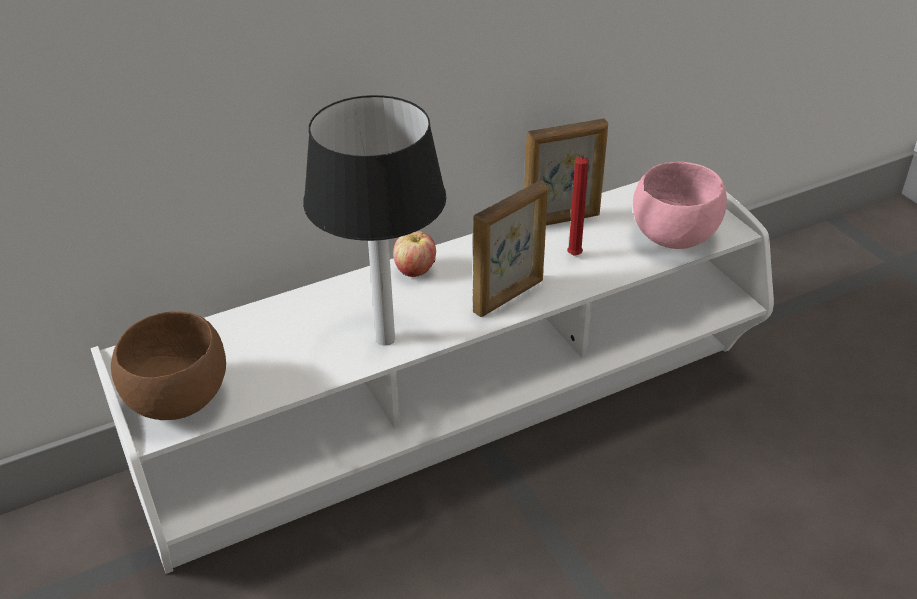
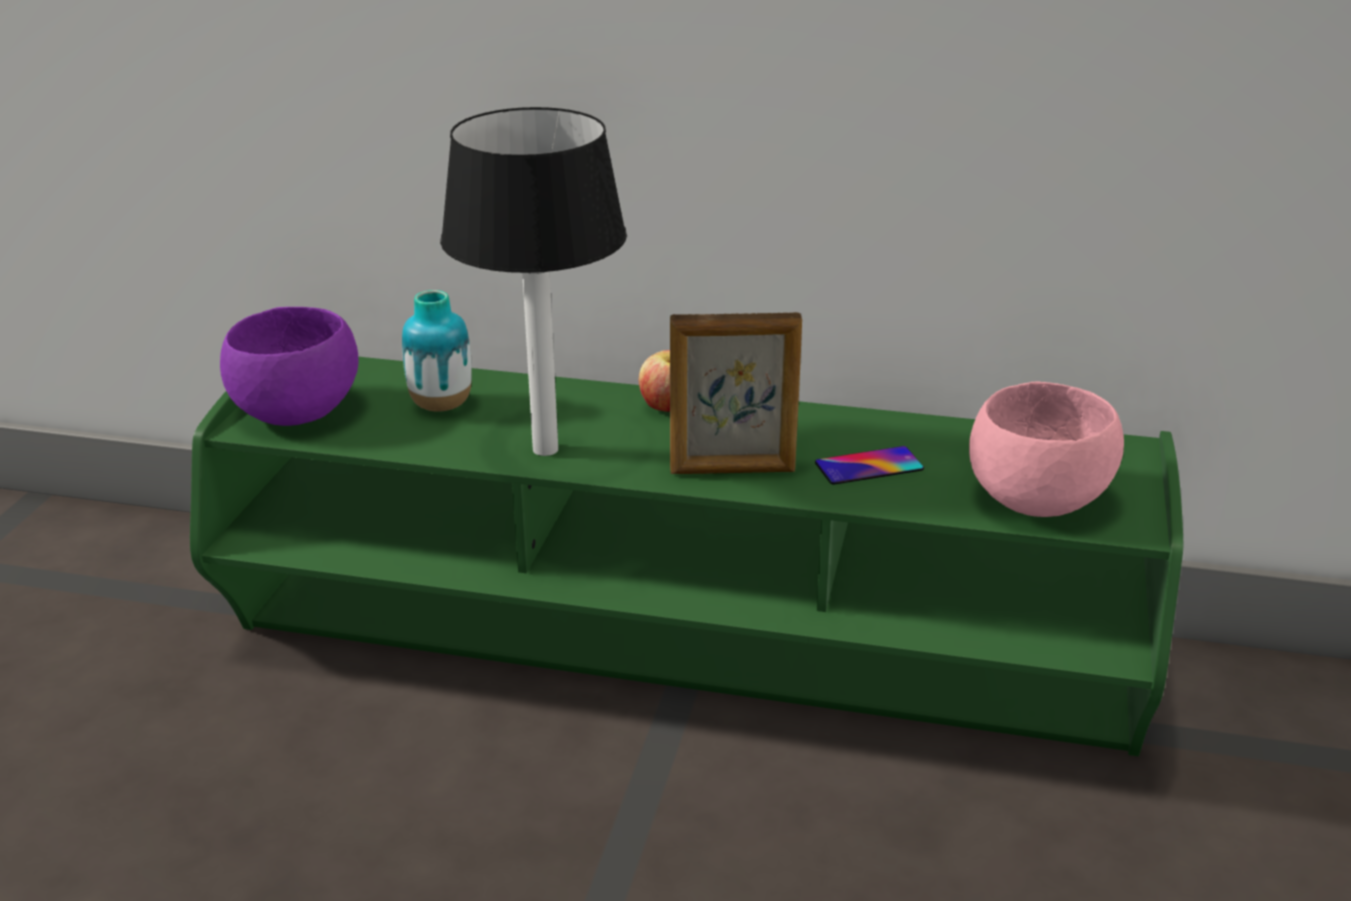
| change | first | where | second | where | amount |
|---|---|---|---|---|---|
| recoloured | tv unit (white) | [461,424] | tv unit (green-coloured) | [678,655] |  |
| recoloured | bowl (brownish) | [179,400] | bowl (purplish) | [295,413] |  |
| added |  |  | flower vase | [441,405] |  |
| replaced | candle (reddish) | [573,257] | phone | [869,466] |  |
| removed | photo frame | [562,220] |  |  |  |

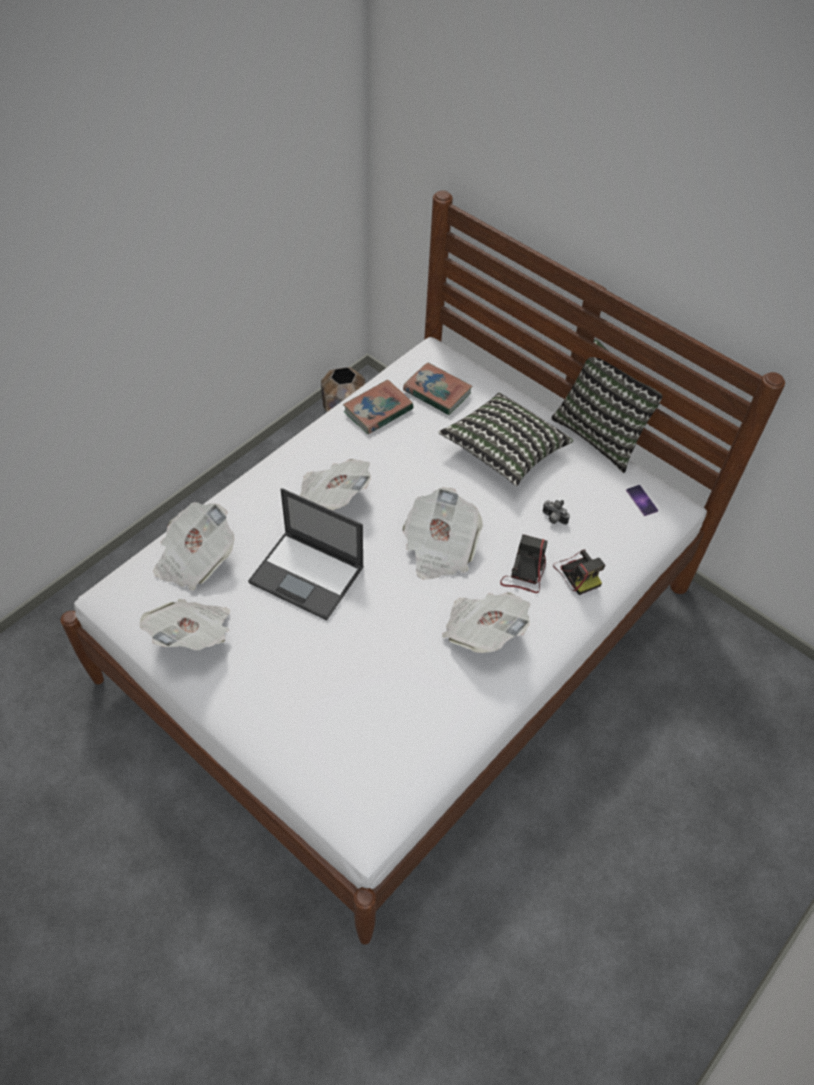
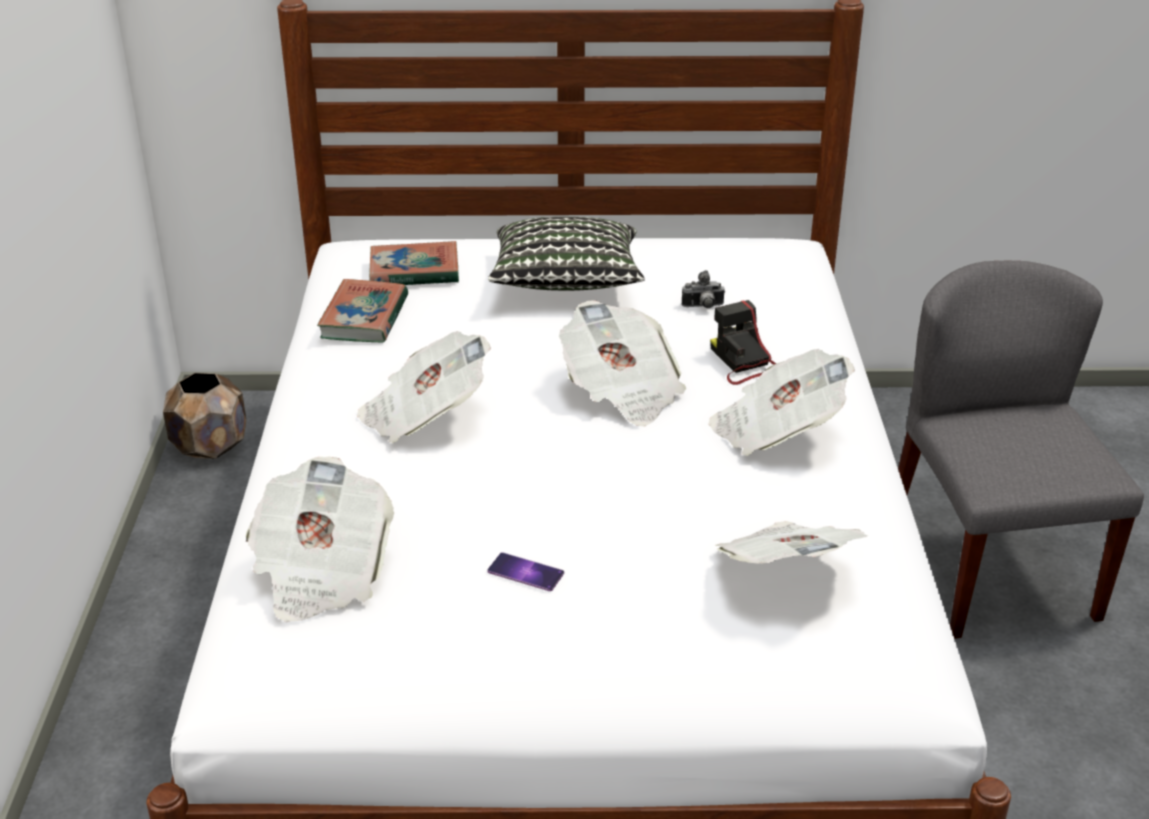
| change | first | where | second | where | amount |
|---|---|---|---|---|---|
| moved | phone | [641,500] |  | [525,572] |  |
| moved | daily paper | [193,635] |  | [785,572] |  |
| added |  |  | plain chair (grey) | [988,568] |  |
| removed | notebook computer | [308,575] |  |  |  |
| removed | pillow | [601,434] |  |  |  |
| removed | photo camera | [577,573] |  |  |  |

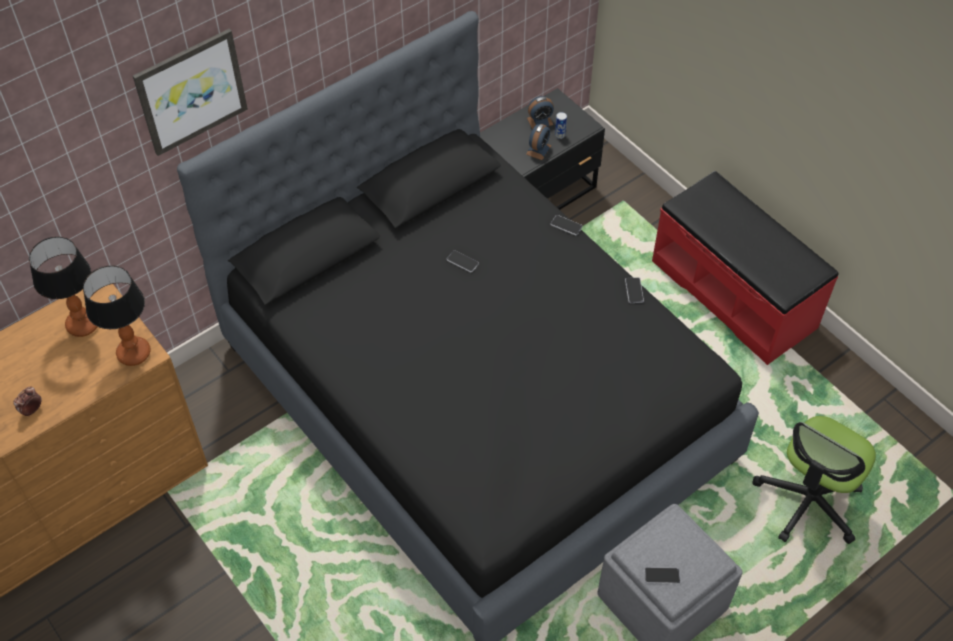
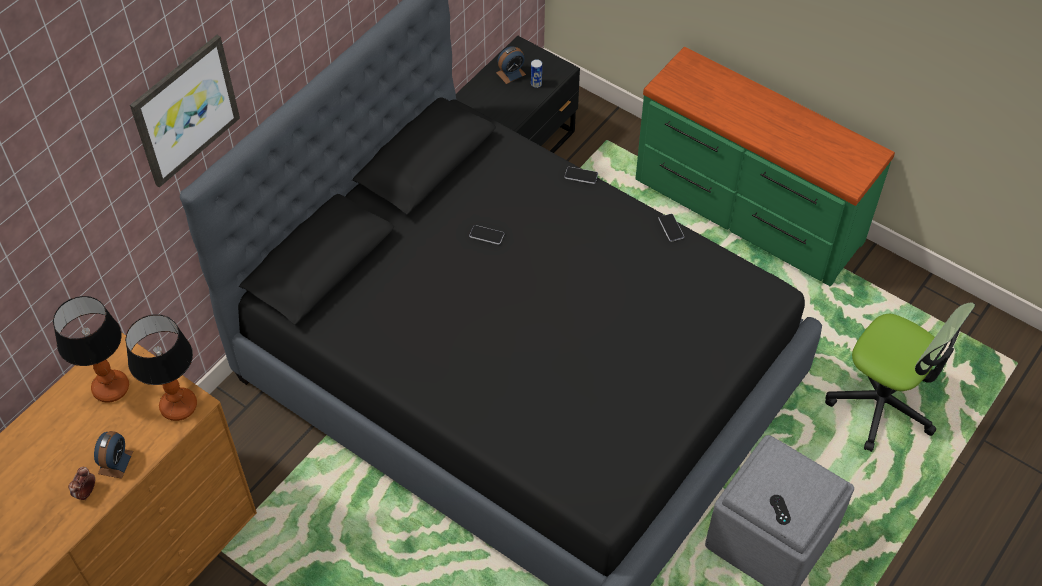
| change | first | where | second | where | amount |
|---|---|---|---|---|---|
| moved | alarm clock | [538,150] |  | [115,462] |  |
| replaced | long seat (reddish) | [734,293] | drawer chest (green-coloured) | [746,212] |  |
| replaced | phone | [662,576] | joypad (black-coloured) | [780,509] |  |
| turned | computer chair | [808,501] |  | [882,404] | 75 degrees counterclockwise |

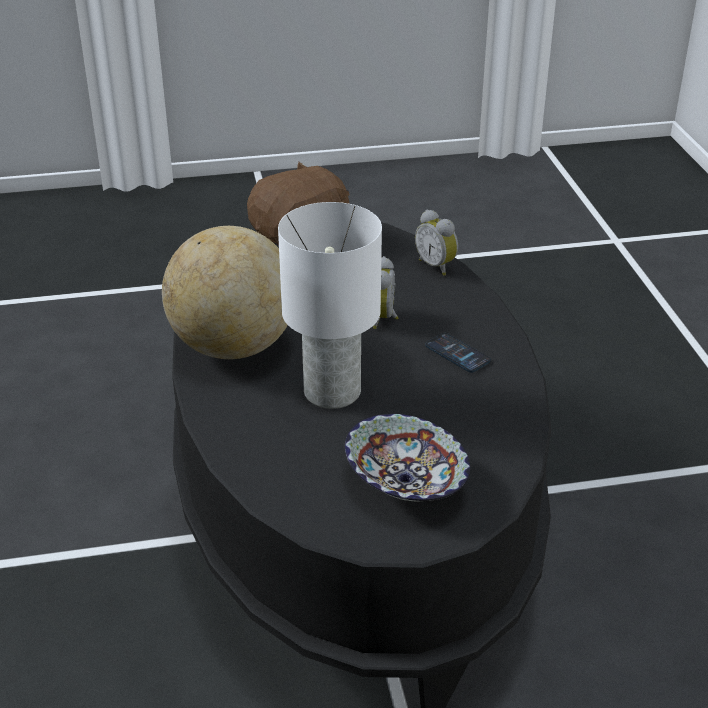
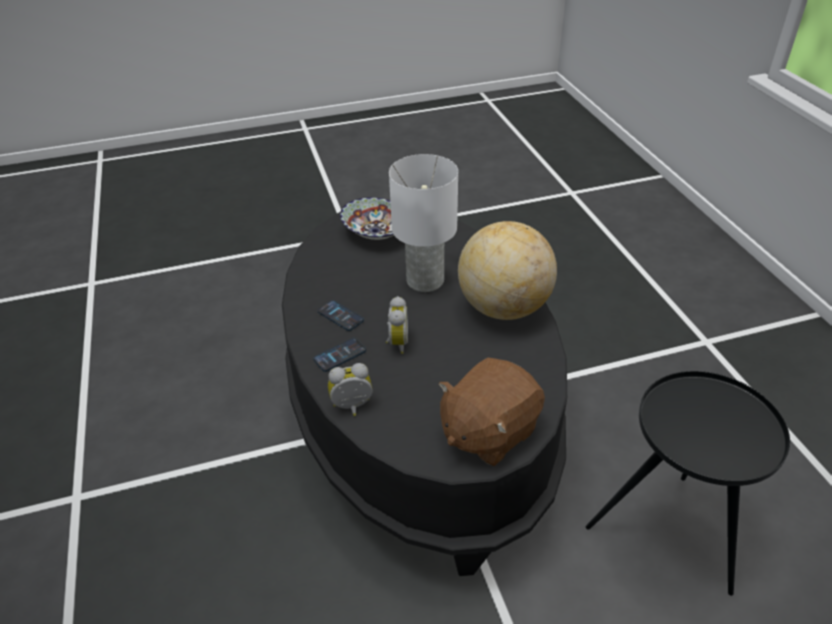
| change | first | where | second | where | amount |
|---|---|---|---|---|---|
| added |  |  | phone | [340,355] |  |
| turned | alarm clock | [437,265] |  | [352,407] | 60 degrees counterclockwise |
| added |  |  | end table (black-coloured) | [668,537] |  |

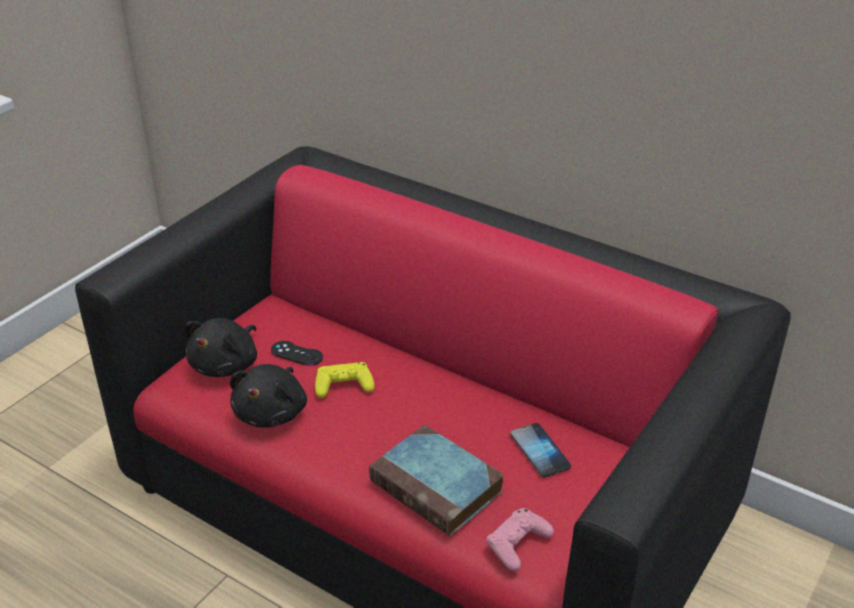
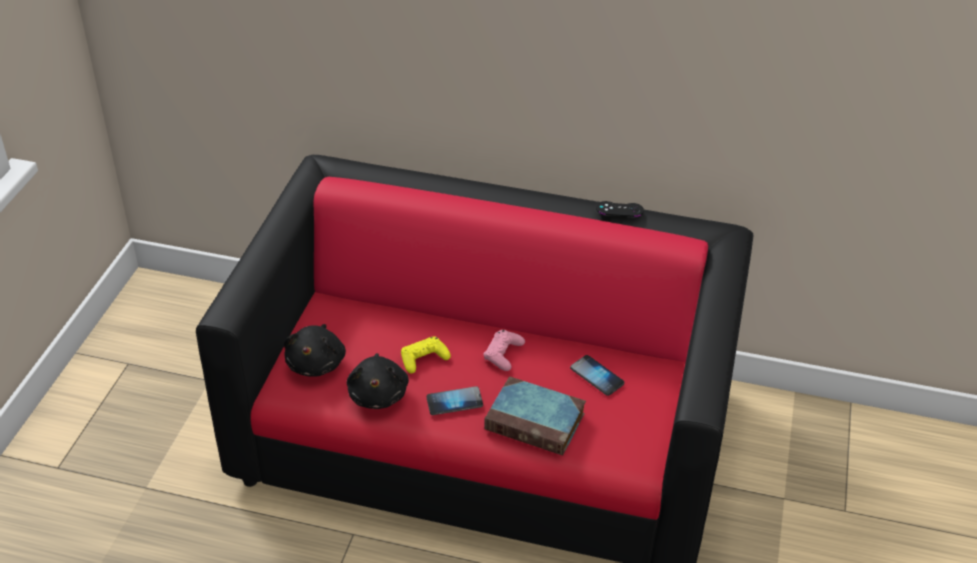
| change | first | where | second | where | amount |
|---|---|---|---|---|---|
| added |  |  | phone | [454,402] |  |
| moved | joypad (pink-coloured) | [518,544] |  | [503,354] |  |
| moved | joypad (black-coloured) | [296,353] |  | [619,209] |  |

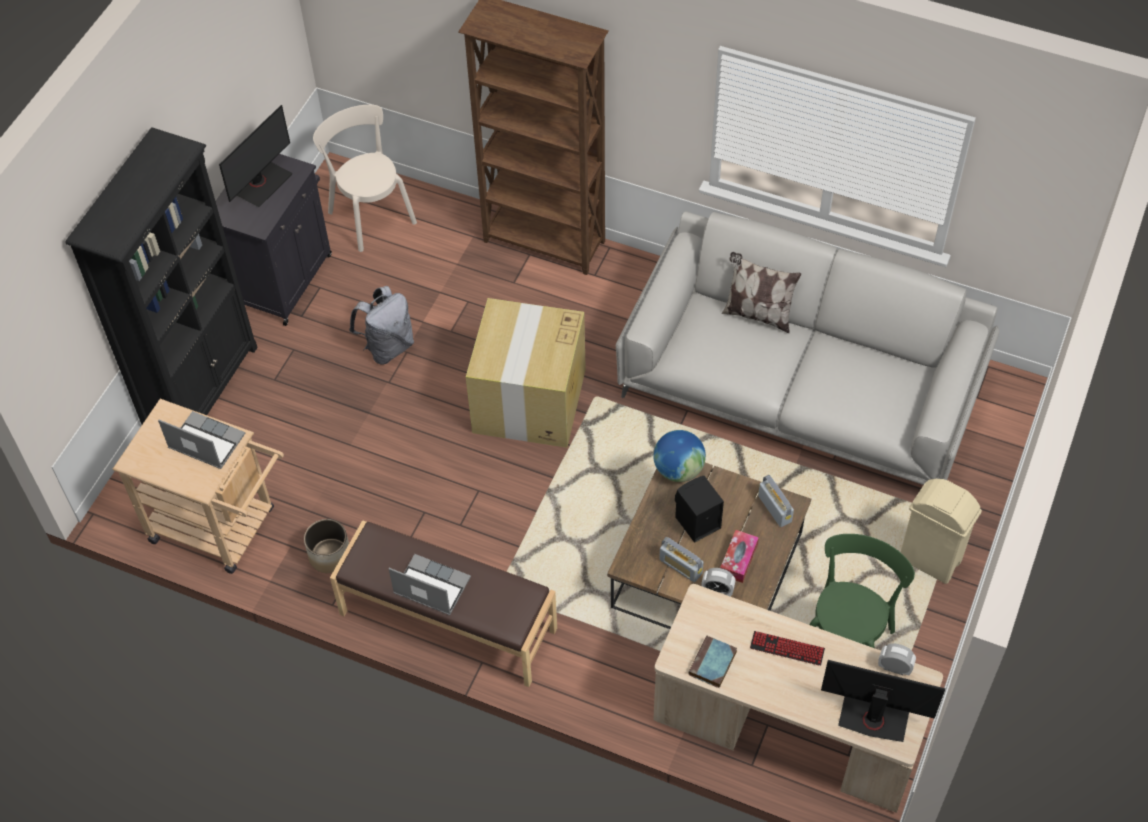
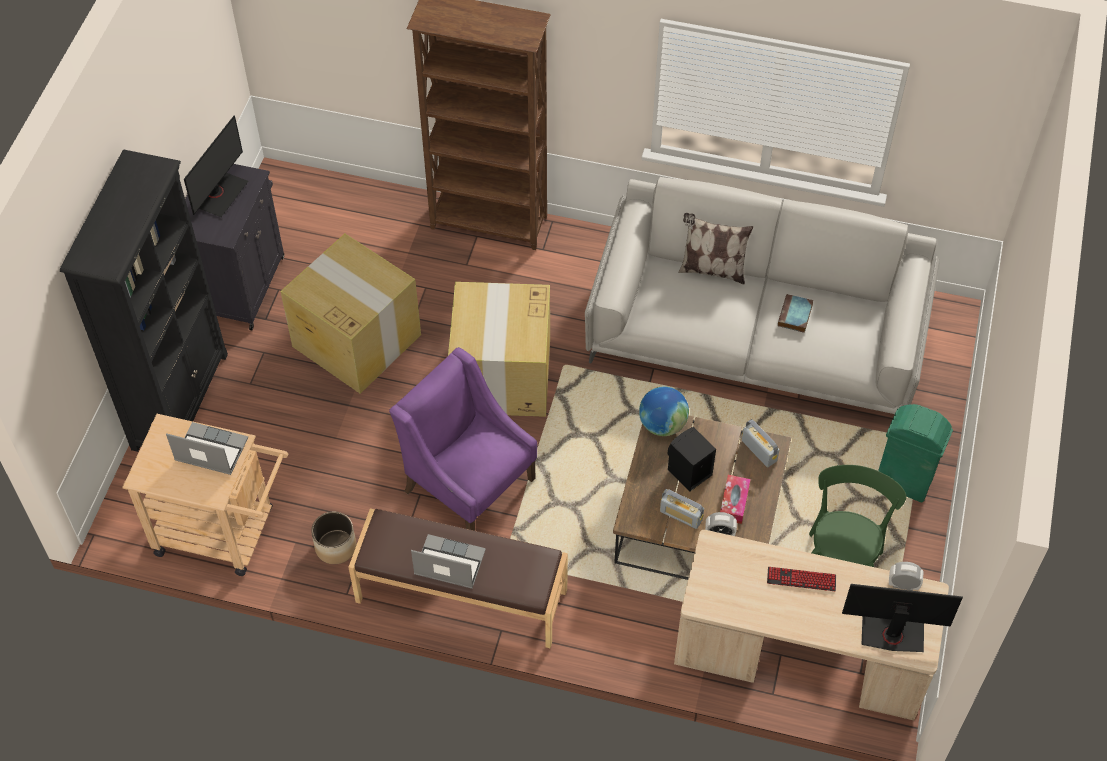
| change | first | where | second | where | amount |
|---|---|---|---|---|---|
| replaced | backpack (grey) | [387,347] | cardboard box | [355,340] |  |
| added |  |  | easy chair (purplish) | [469,483] |  |
| moved | bound book | [712,664] |  | [795,316] |  |
| recoloured | rubbish bin (beige-coloured) | [930,560] | rubbish bin (green-coloured) | [903,482] |  |
| removed | plain chair (beige-coloured) | [370,214] |  |  |  |

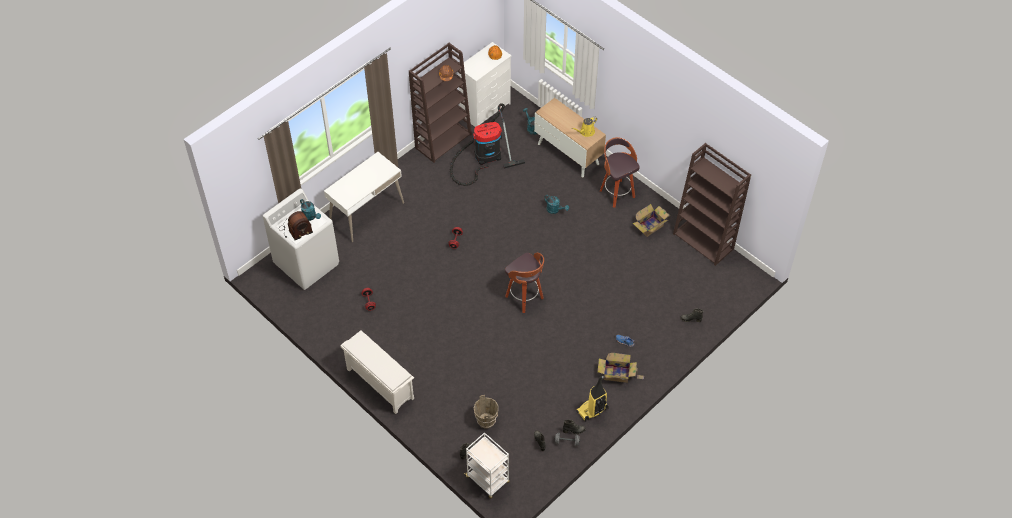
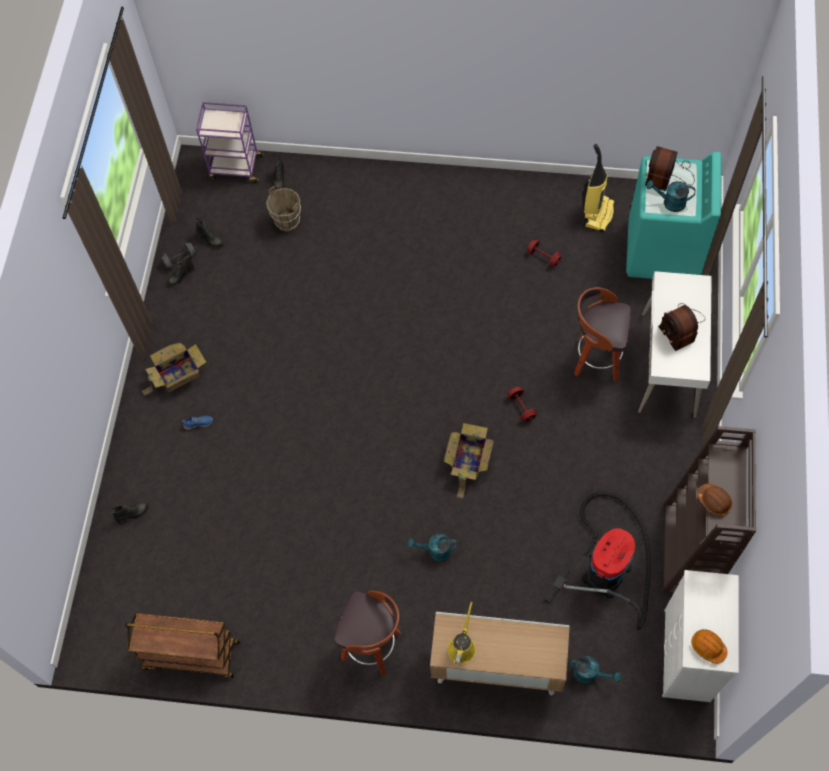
| change | first | where | second | where | amount |
|---|---|---|---|---|---|
| replaced | bookshelf (brownish) | [704,241] | wheeled cart (brownish) | [190,656] |  |
| recoloured | wheeled cart (white) | [487,480] | wheeled cart (purplish) | [235,167] |  |
| moved | cardboard box | [651,226] |  | [468,461] |  |
| moved | sitting stool | [525,298] |  | [596,360] |  |
| moved | hoover | [592,410] |  | [597,214] |  |
| recoloured | laundry machine (white) | [307,263] | laundry machine (blue-green) | [663,251] |  |
| added |  |  | radio set | [680,326] |  |
| removed | shoe shelf (white) | [379,384] |  |  |  |

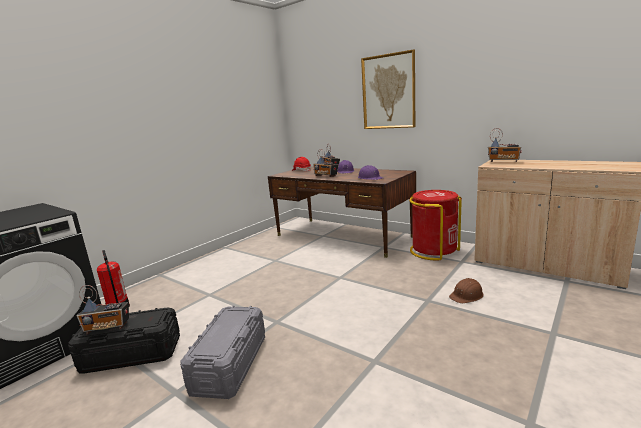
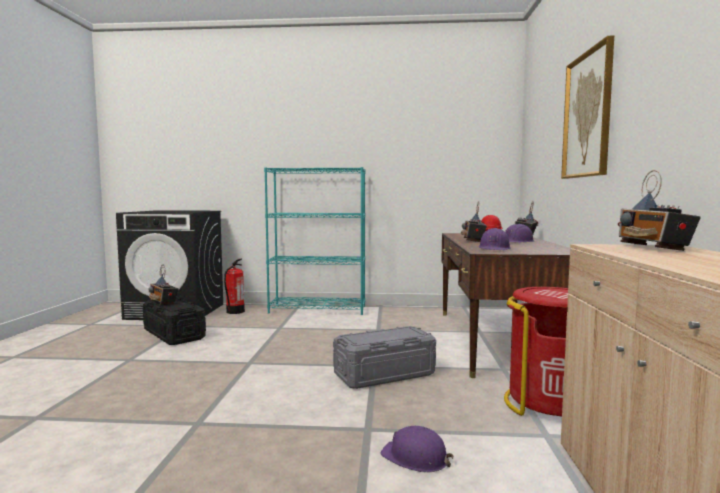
| change | first | where | second | where | amount |
|---|---|---|---|---|---|
| added |  |  | bookshelf (blue-green) | [318,309] |  |
| moved | storage container (grey) | [230,364] |  | [384,374] |  |
| recoloured | hard hat (brownish) | [467,295] | hard hat (purplish) | [415,458] |  |

